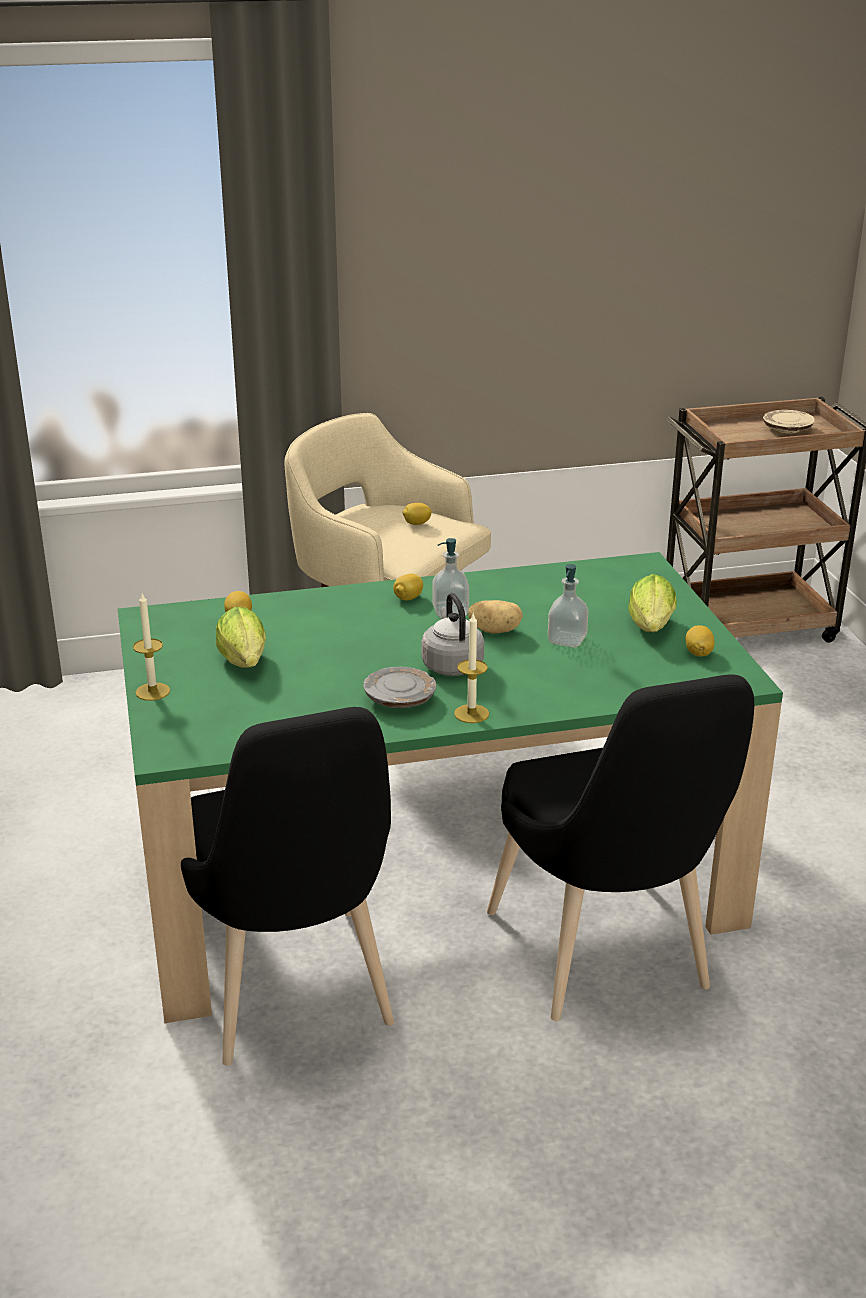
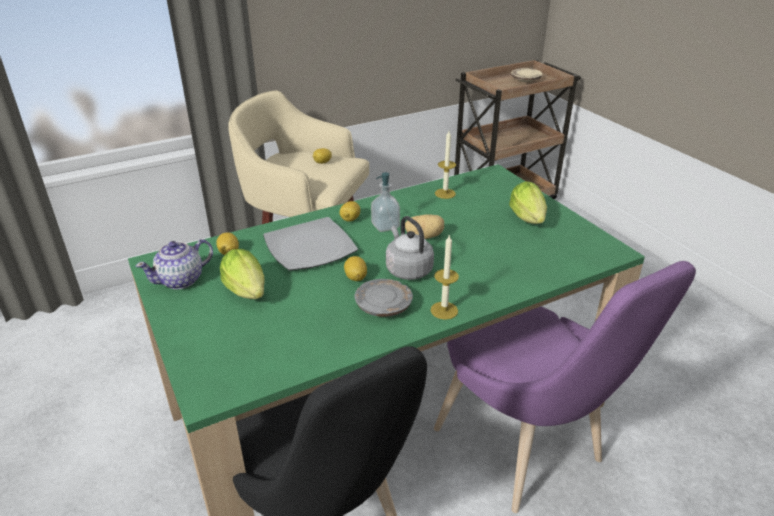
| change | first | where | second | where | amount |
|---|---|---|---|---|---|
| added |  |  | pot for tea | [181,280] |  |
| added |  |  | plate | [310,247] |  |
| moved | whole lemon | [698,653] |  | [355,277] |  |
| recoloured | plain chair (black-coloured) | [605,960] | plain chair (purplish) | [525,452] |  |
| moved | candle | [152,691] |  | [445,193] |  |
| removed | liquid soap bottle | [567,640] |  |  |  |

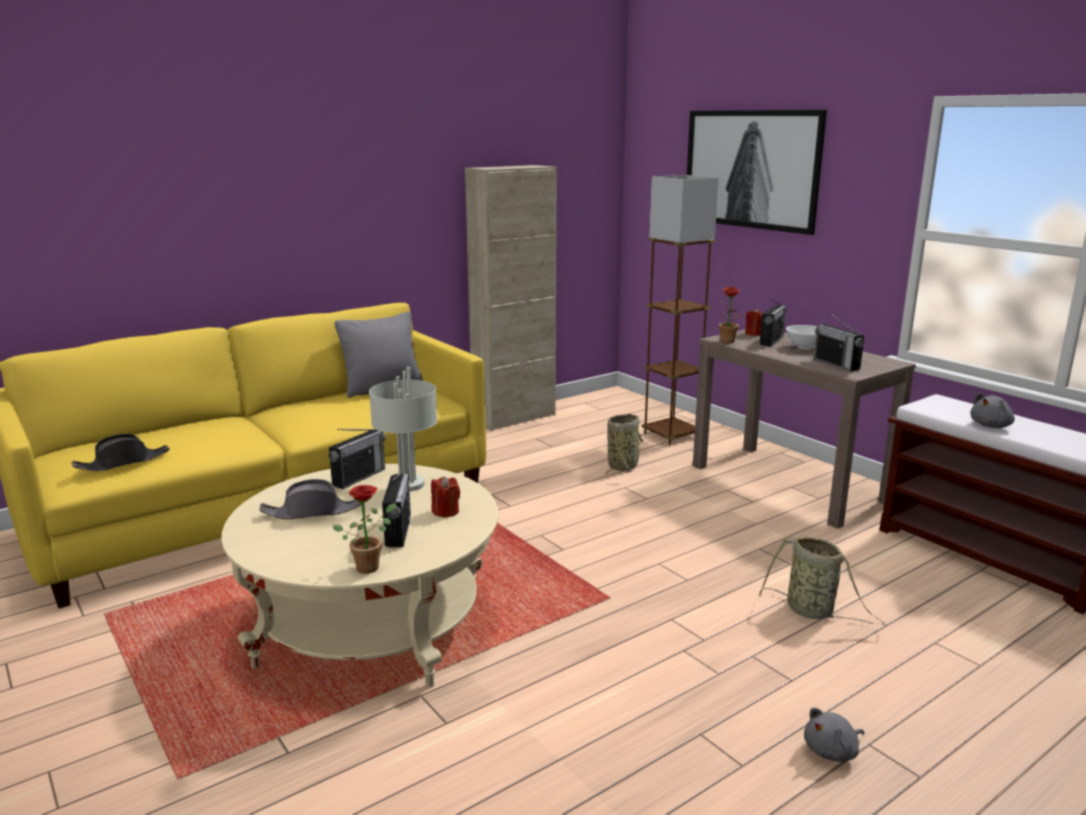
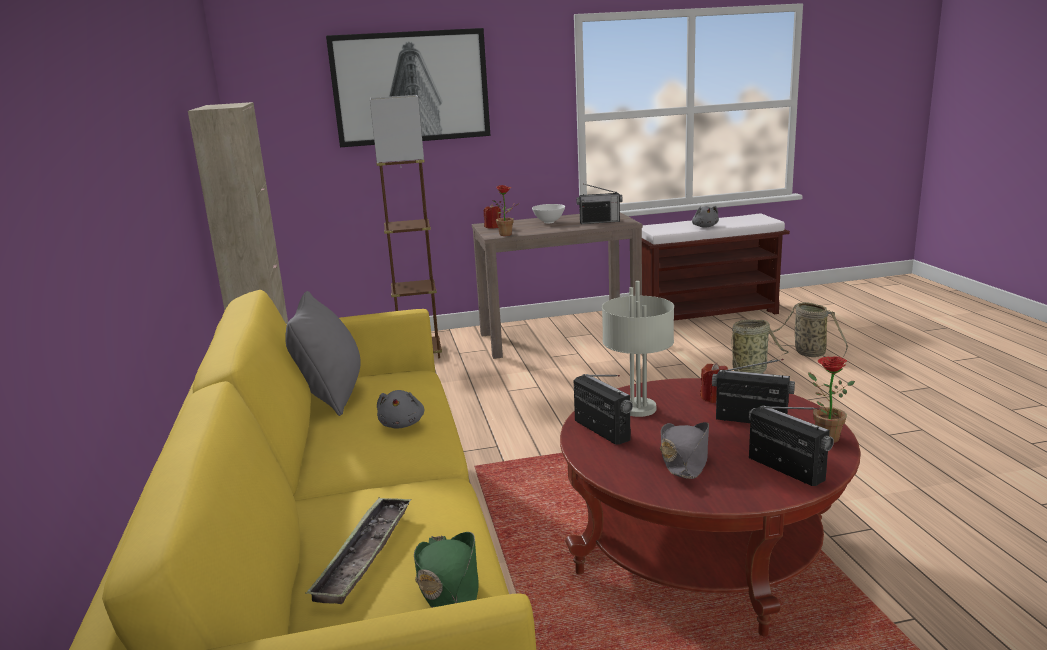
| change | first | where | second | where | amount |
|---|---|---|---|---|---|
| added |  |  | serving tray | [364,554] |  |
| moved | soft toy (grey) | [832,751] |  | [402,424] |  |
| recoloured | hat (black-coloured) | [123,462] | hat (green-coloured) | [448,585] |  |
| recoloured | low table (beige-coloured) | [372,624] | low table (reddish) | [701,550] |  |
| moved | radio set | [771,340] |  | [785,469] |  |
| moved | household basket | [623,466] |  | [807,353] |  |

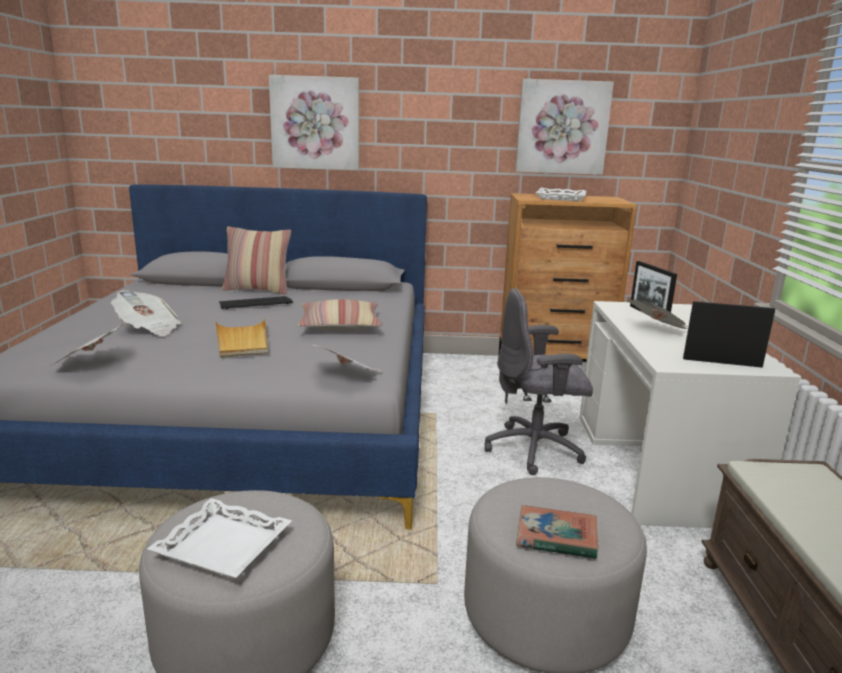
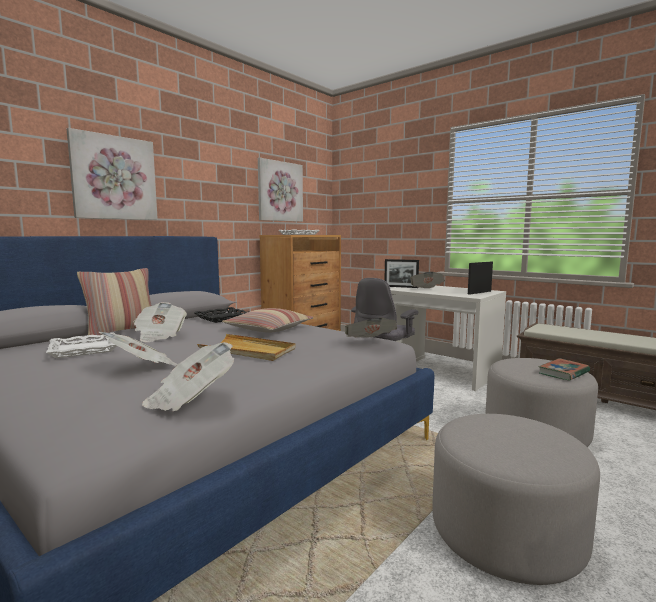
| change | first | where | second | where | amount |
|---|---|---|---|---|---|
| moved | serving tray (white) | [224,545] |  | [84,349] |  |
| replaced | computer keyboard | [255,303] | daily paper | [159,335] |  |
| added |  |  | serving tray (black-coloured) | [223,318] |  |

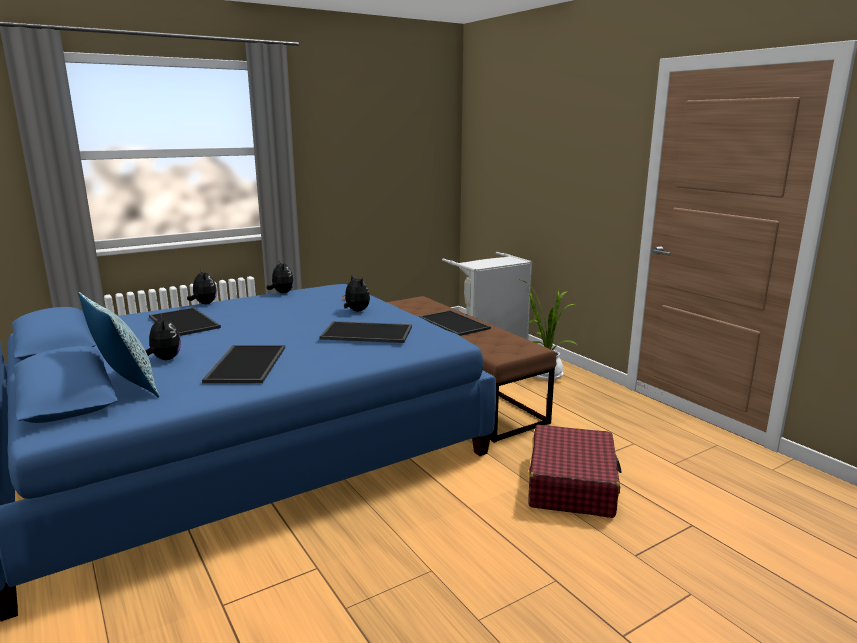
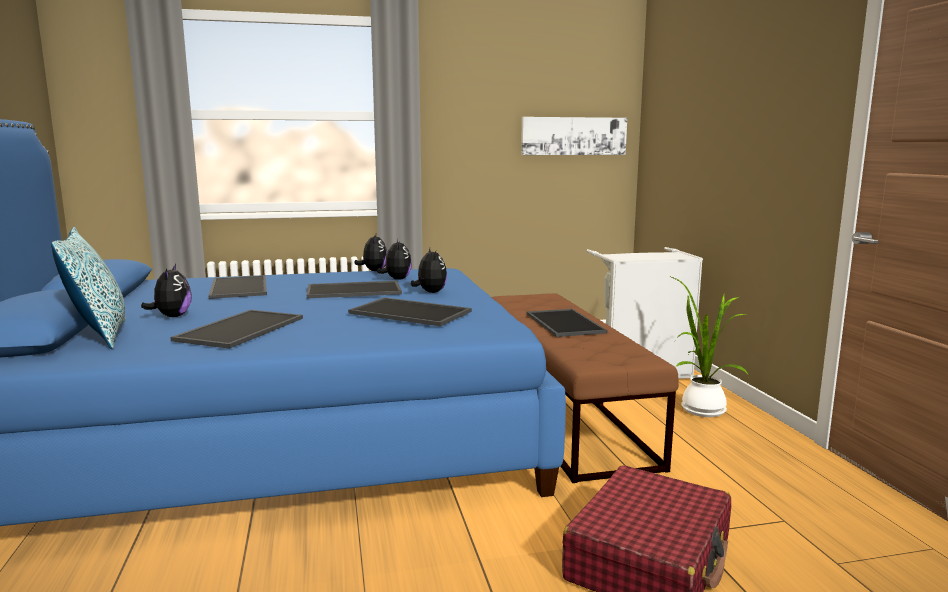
| change | first | where | second | where | amount |
|---|---|---|---|---|---|
| added |  |  | serving tray | [355,290] |  |
| moved | soft toy | [204,304] |  | [396,279] |  |
| added |  |  | picture | [573,136] |  |

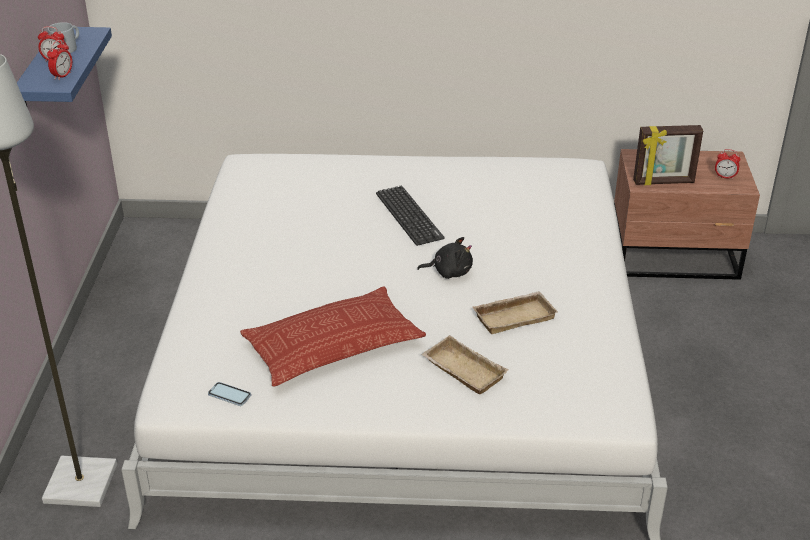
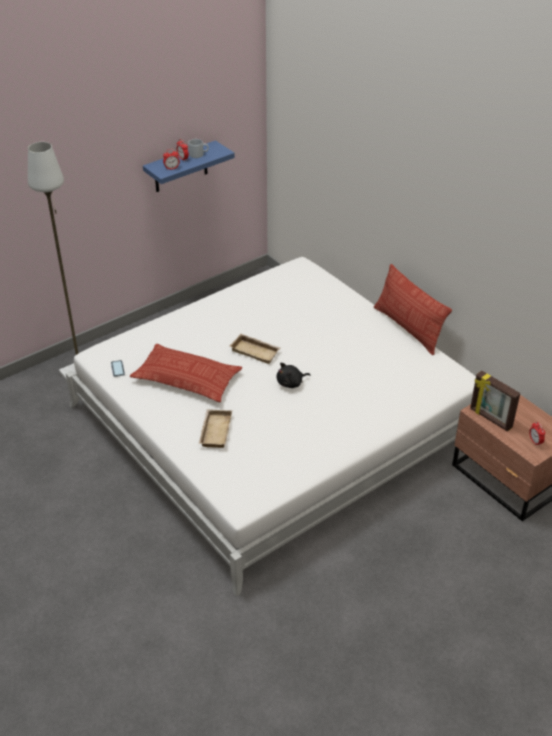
| change | first | where | second | where | amount |
|---|---|---|---|---|---|
| moved | serving tray (beige-coloured) | [514,316] |  | [256,351] |  |
| turned | soft toy (black-coloured) | [449,272] |  | [291,383] | 105 degrees clockwise |
| added |  |  | pillow | [408,328] |  |
| removed | computer keyboard | [409,216] |  |  |  |

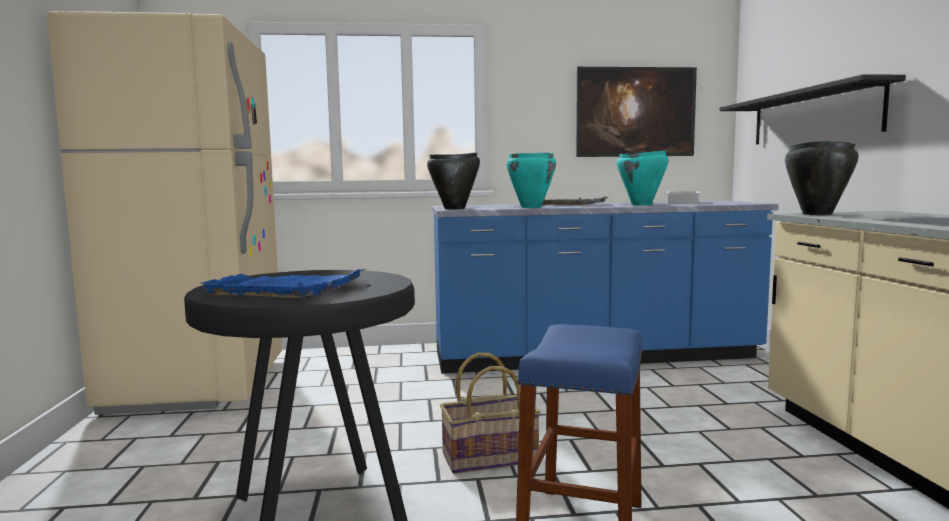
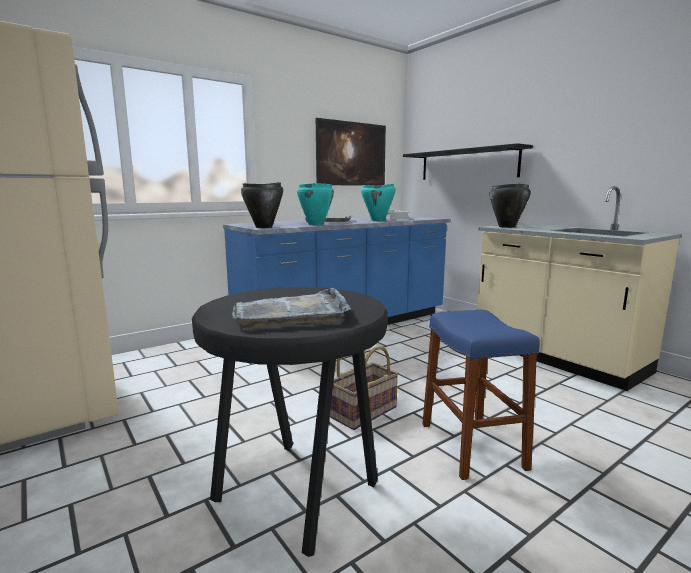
| change | first | where | second | where | amount |
|---|---|---|---|---|---|
| recoloured | serving tray (blue-coloured) | [286,289] | serving tray (grey) | [291,313] |  |

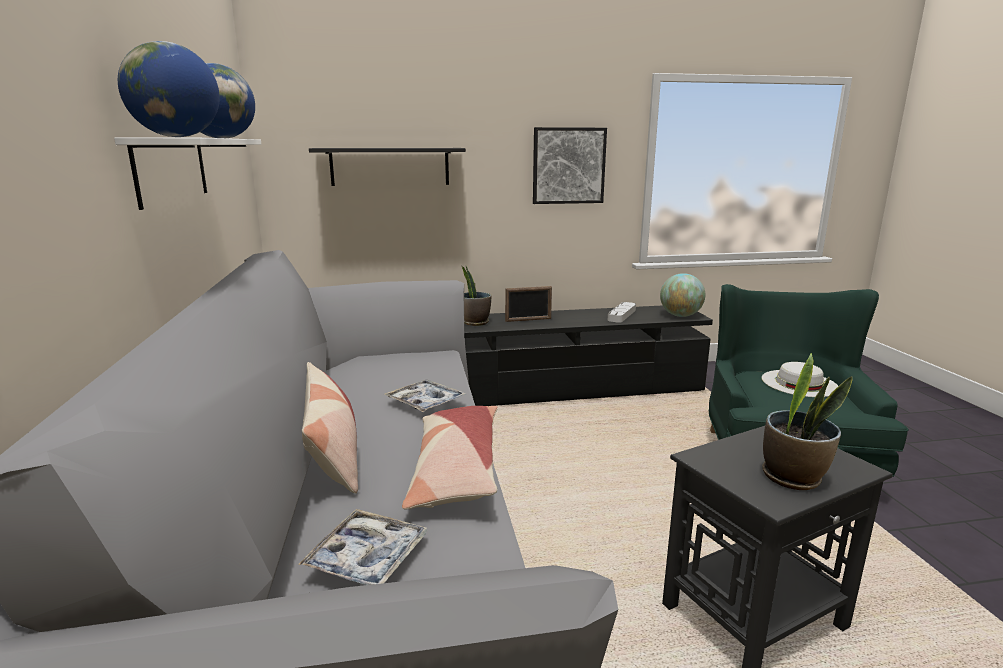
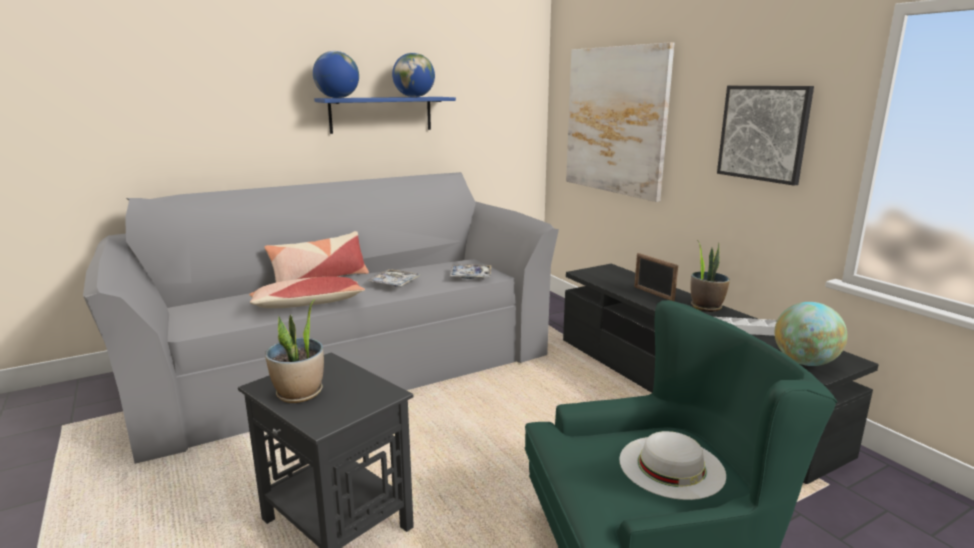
| change | first | where | second | where | amount |
|---|---|---|---|---|---|
| recoloured | wall shelf (white) | [172,169] | wall shelf (blue-coloured) | [381,114] |  |
| moved | serving tray | [367,557] |  | [470,276] |  |
| replaced | wall shelf (black-coloured) | [390,166] | picture | [615,121] |  |
| moved | potted plant | [475,322] |  | [706,307] |  |

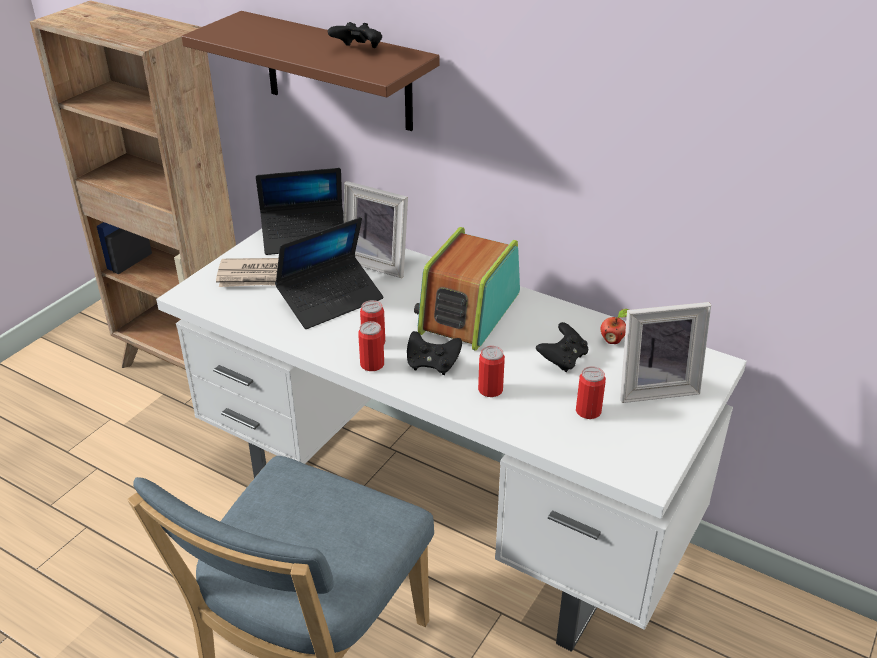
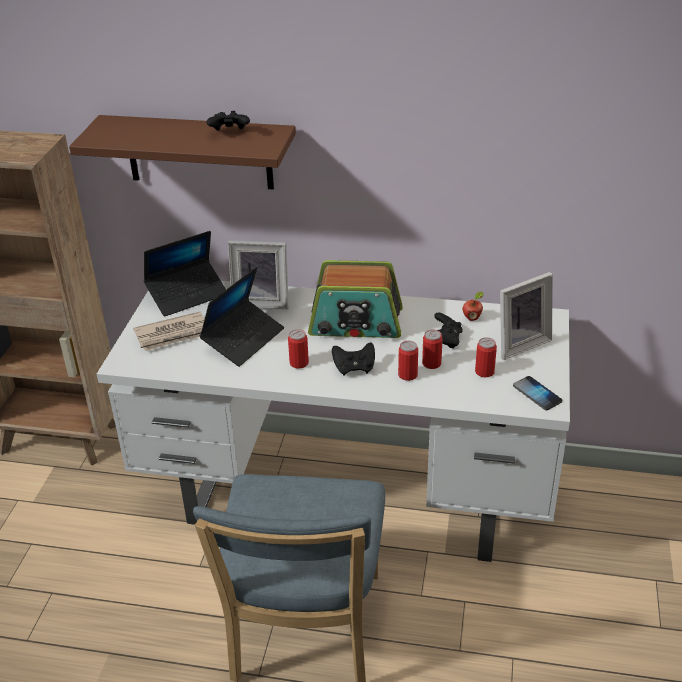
| change | first | where | second | where | amount |
|---|---|---|---|---|---|
| turned | radio set | [468,312] |  | [356,323] | 90 degrees counterclockwise |
| moved | sealed can | [372,364] |  | [431,363] |  |
| added |  |  | phone | [537,394] |  |

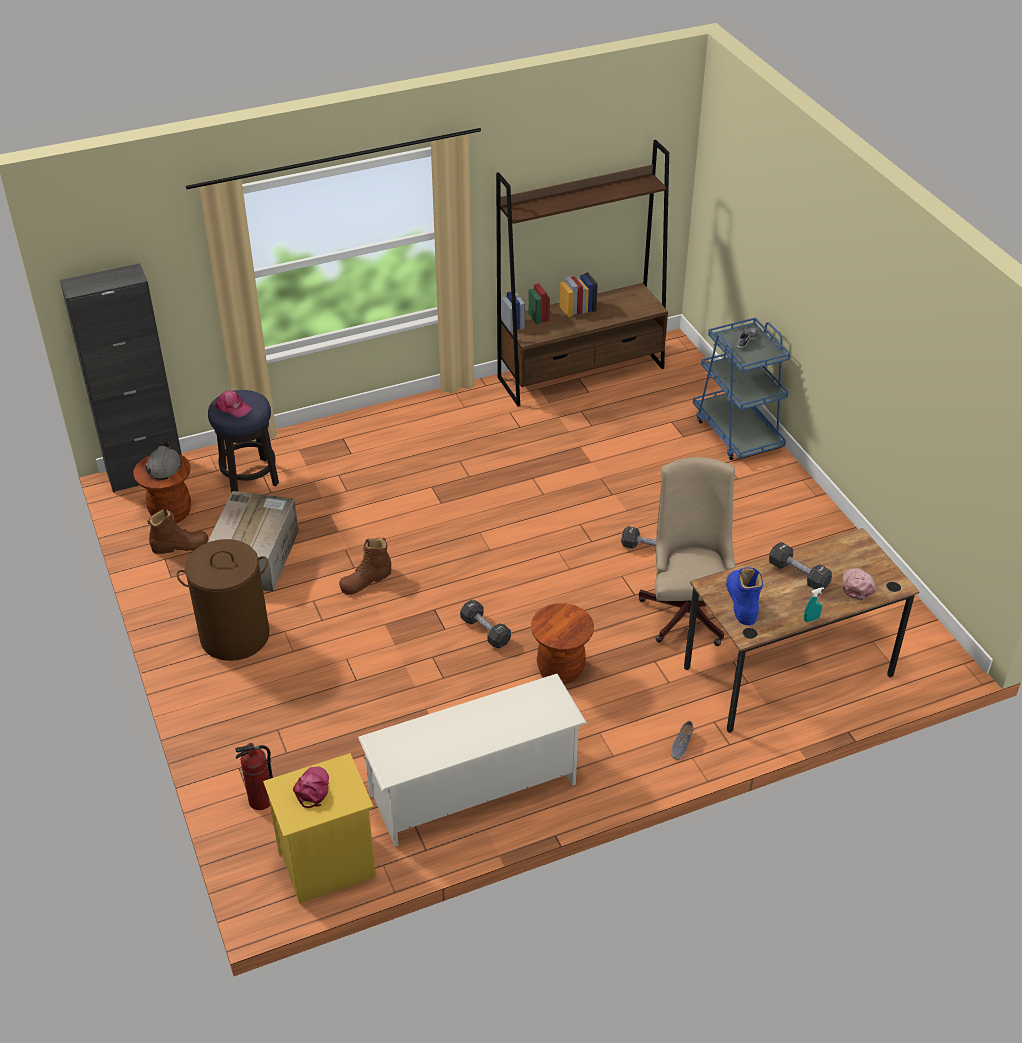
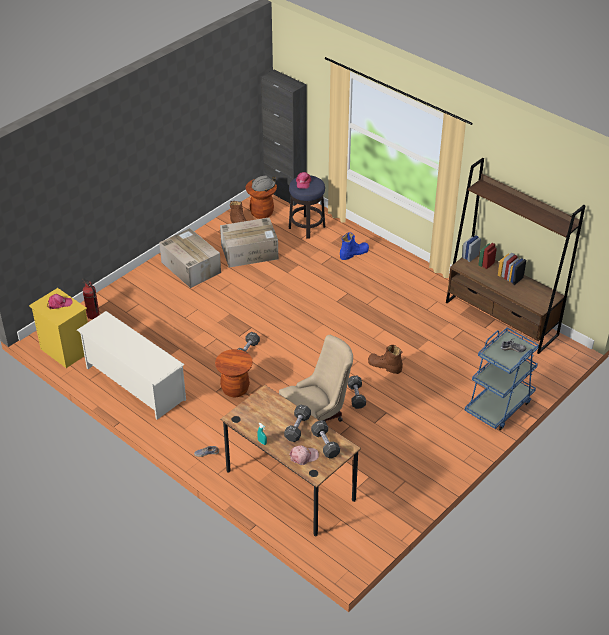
| change | first | where | second | where | amount |
|---|---|---|---|---|---|
| replaced | washing basket (brownish) | [234,636] | cardboard box | [190,267] |  |
| added |  |  | dumbbell (black-coloured) | [325,444] |  |
| moved | boot (blue-coloured) | [741,601] |  | [354,253] |  |
| moved | boot (brownish) | [366,580] |  | [384,366] |  |

